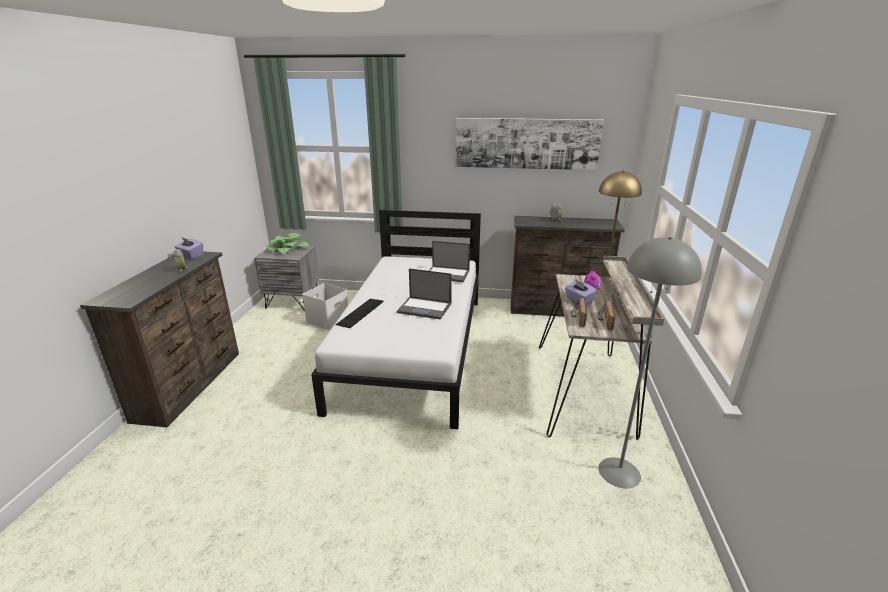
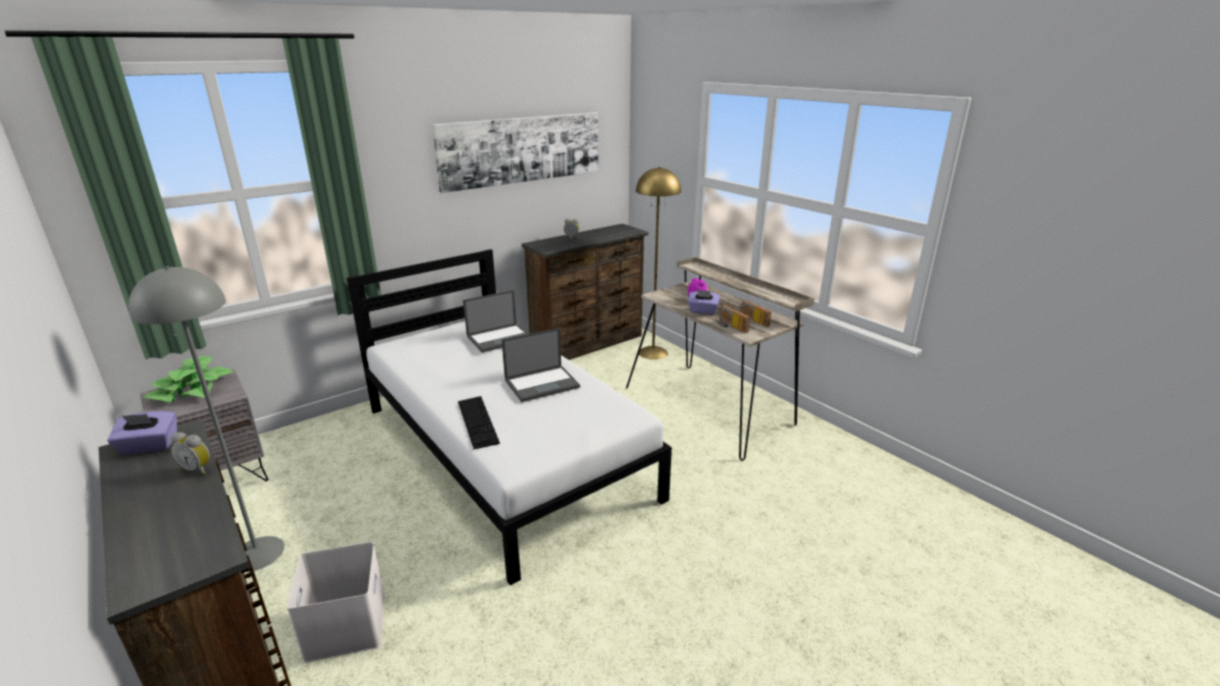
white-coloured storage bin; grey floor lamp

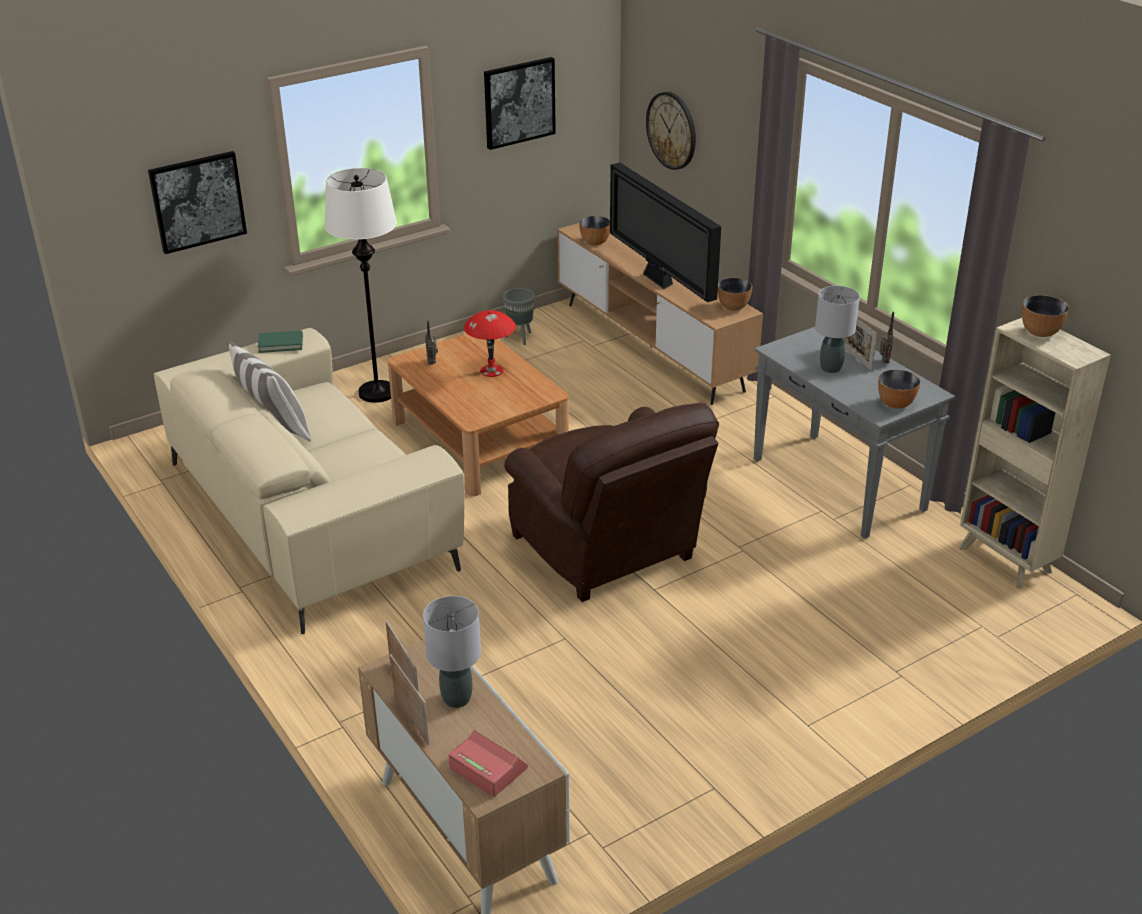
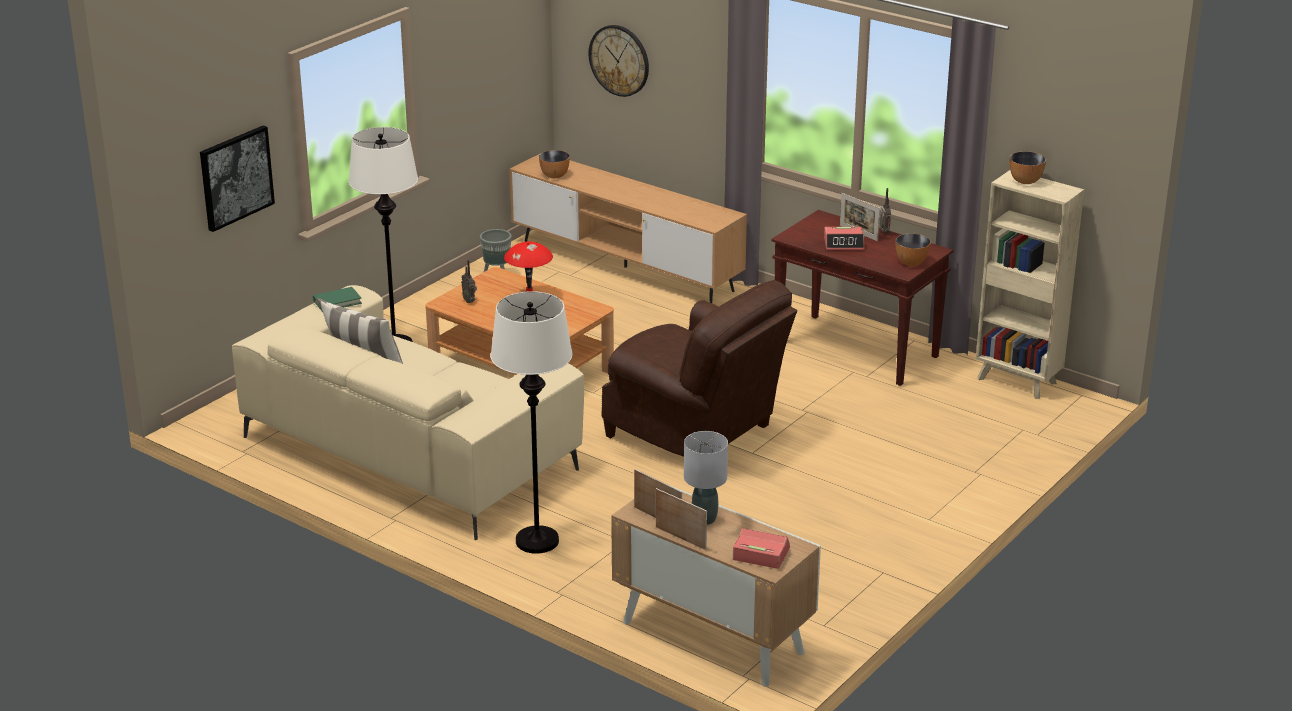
wall art (2nd from left in the first image); TV; deep dish (2nd from left in the first image); white-coloured floor lamp (2nd from left); alarm clock (2nd from left); brownish hall table

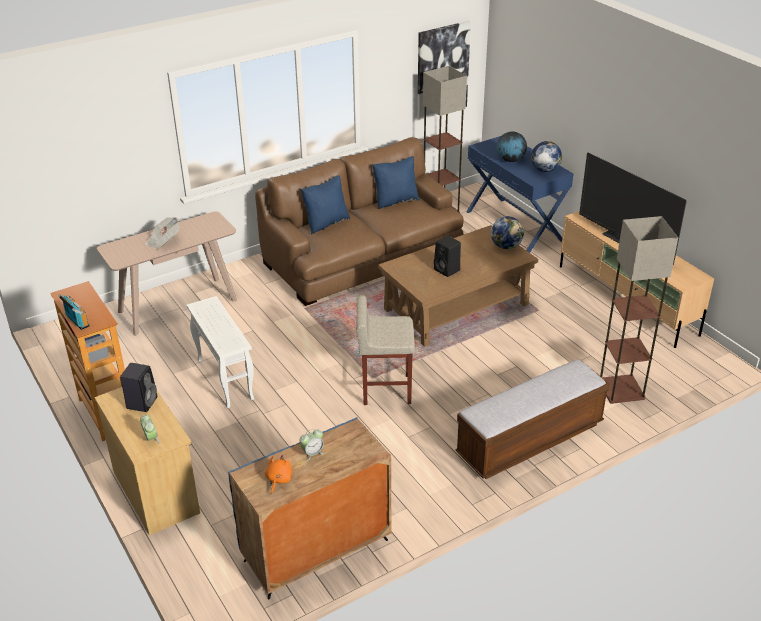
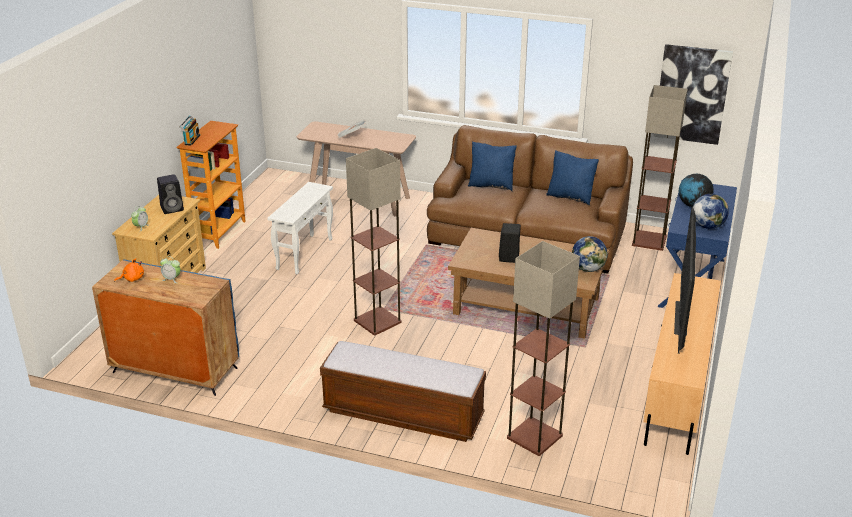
floor lamp (1st from left)

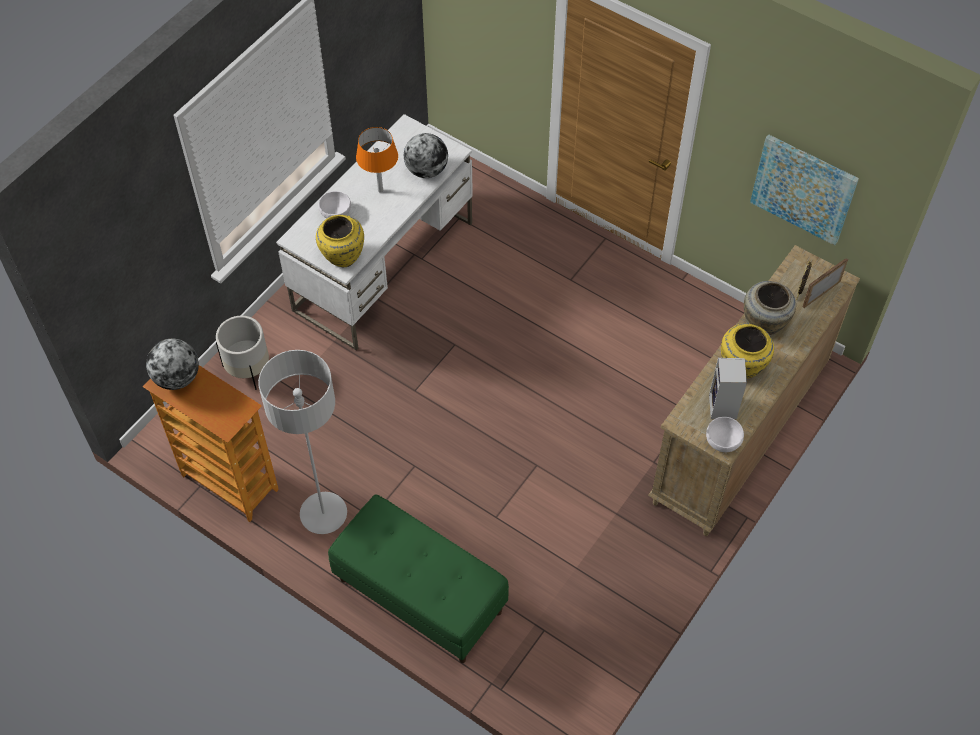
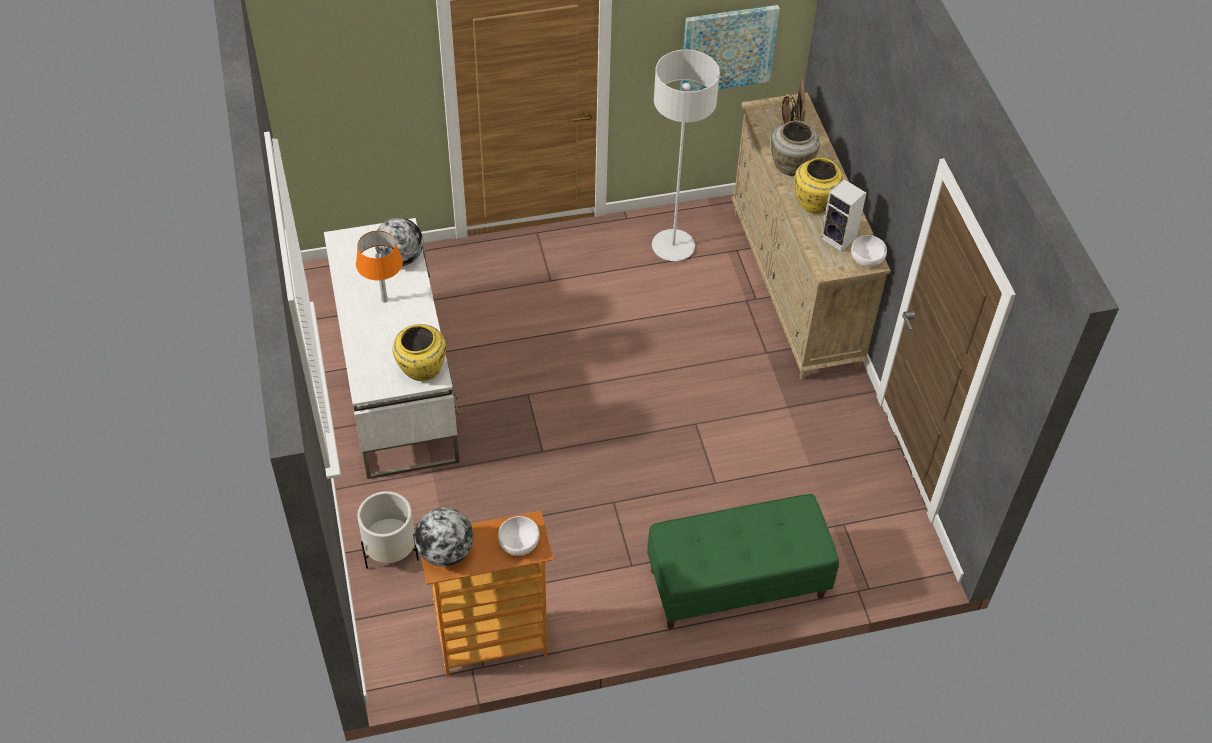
grey floor lamp; white-coloured deep dish (1st from left)

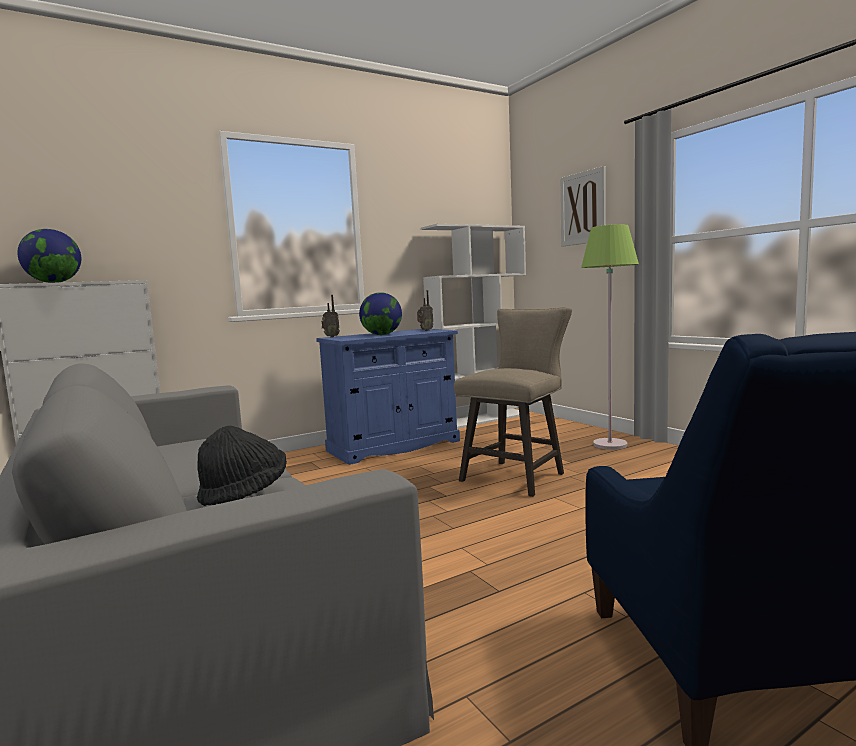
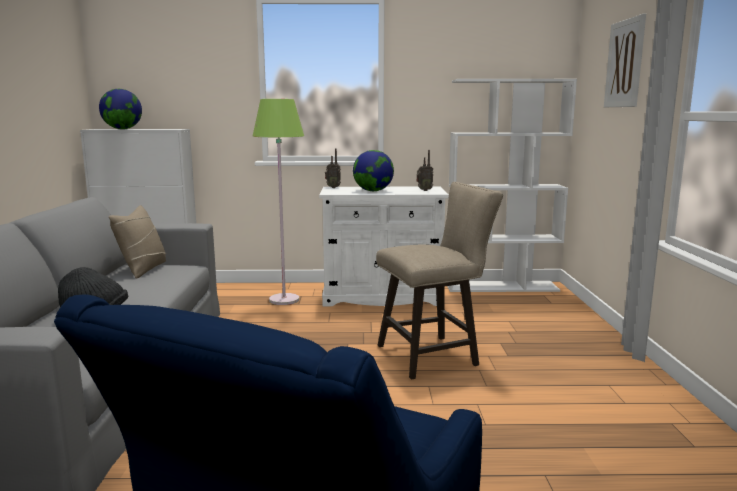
sand-coloured pillow; green-coloured floor lamp; white-coloured cupboard (2nd from left)

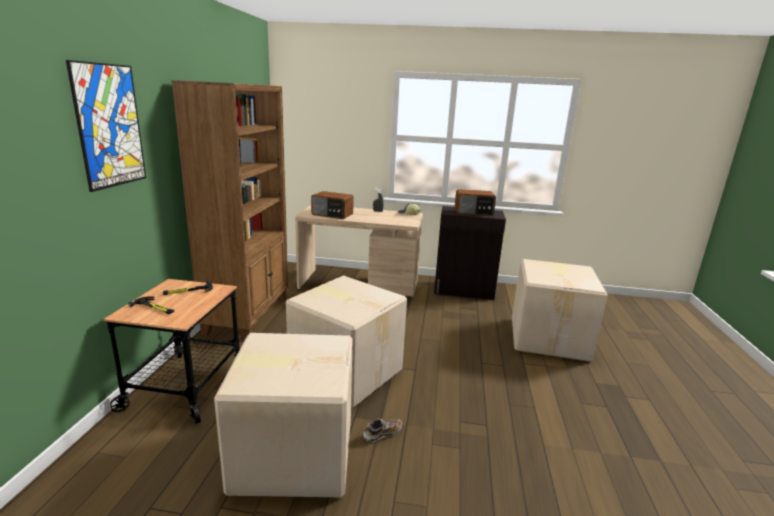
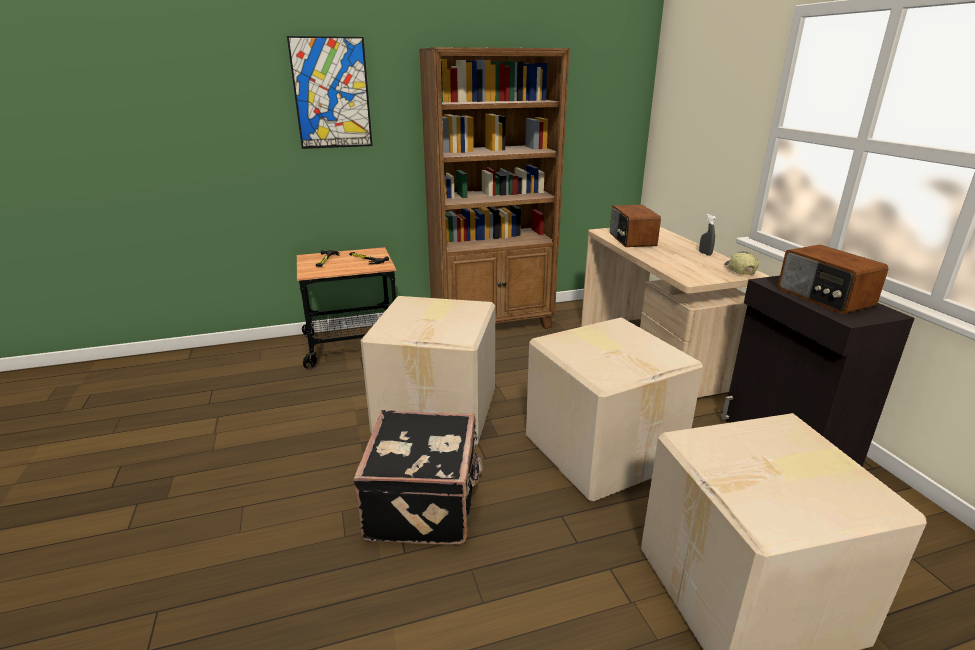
item of footwear; black-coloured suitcase; cardboard box (2nd from left)

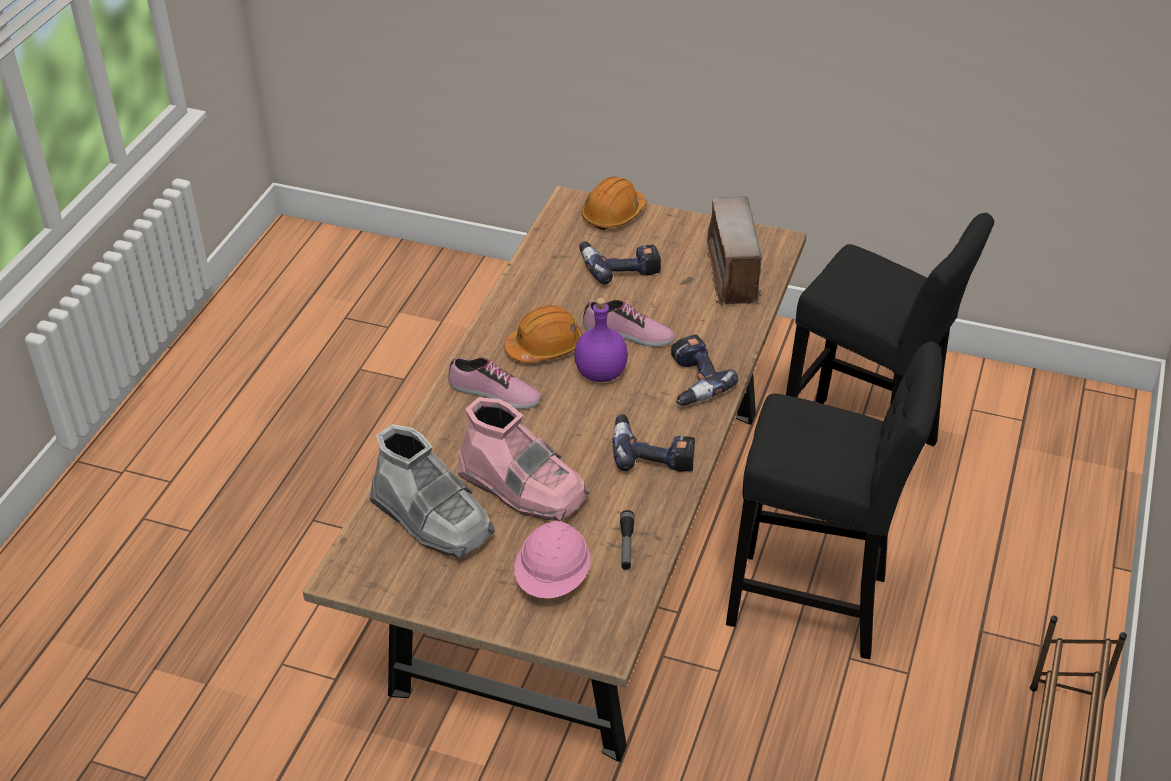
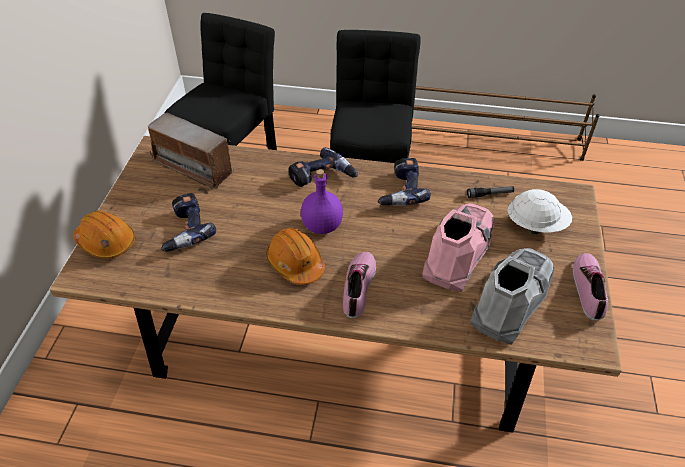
item of footwear (2nd from left); white-coloured safety helmet; radio receiver

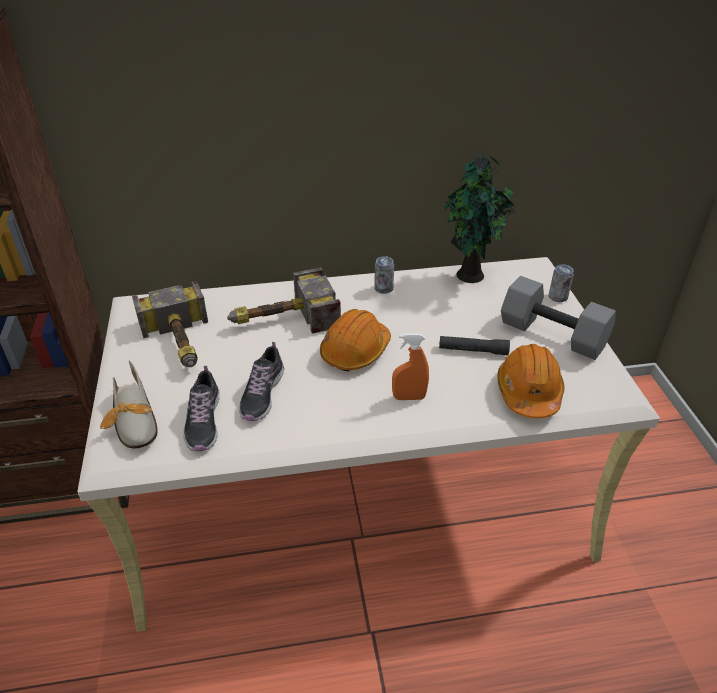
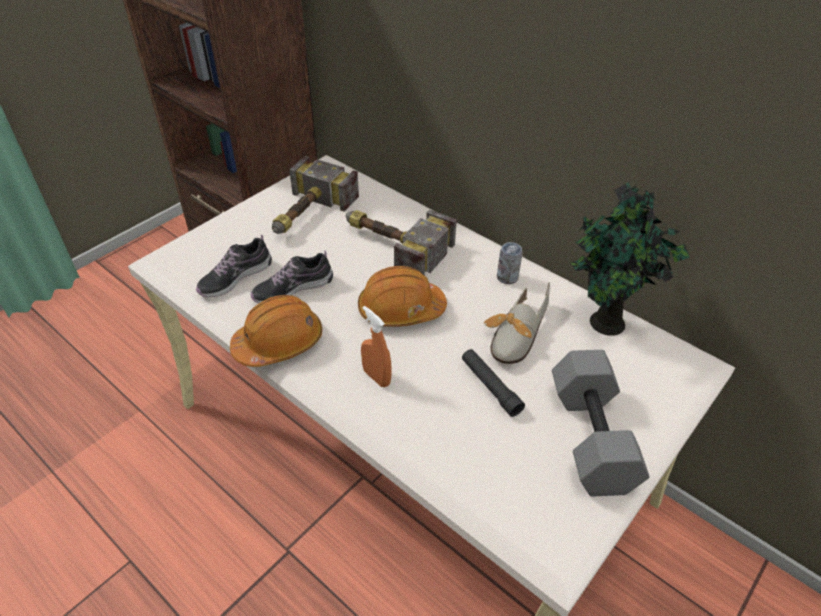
sealed can (2nd from left in the first image); item of footwear (3rd from left); orange-coloured safety helmet (1st from left)

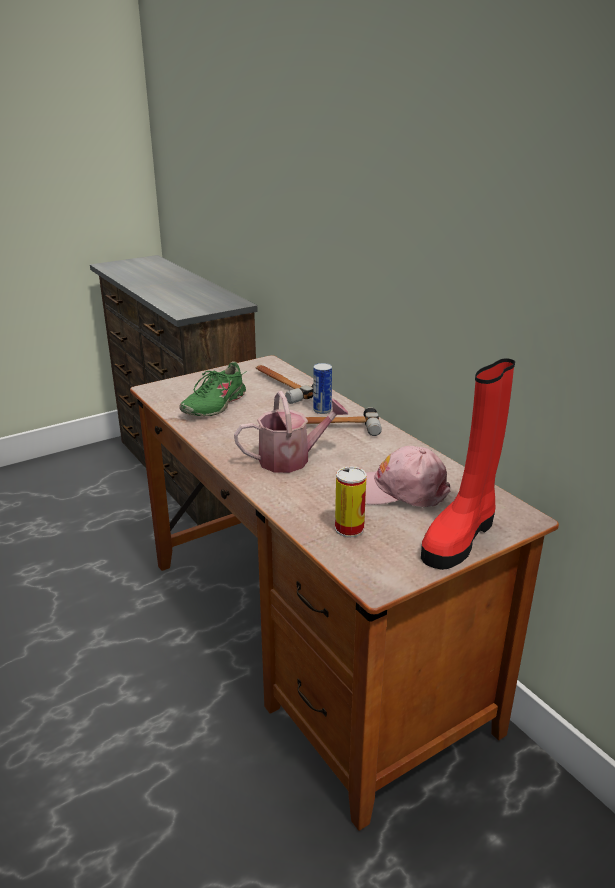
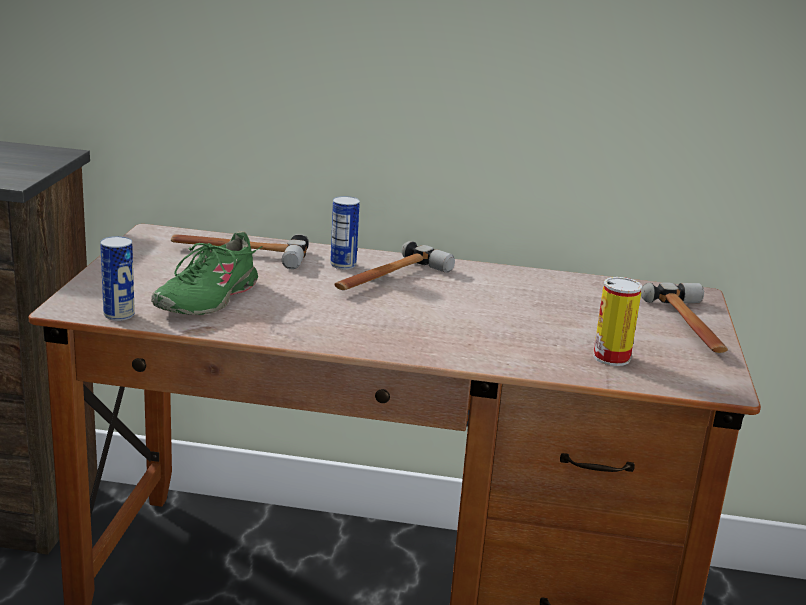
watering pot; pink-coloured peaked cap; sealed can (1st from left); hammer (3rd from left); green-coloured item of footwear

